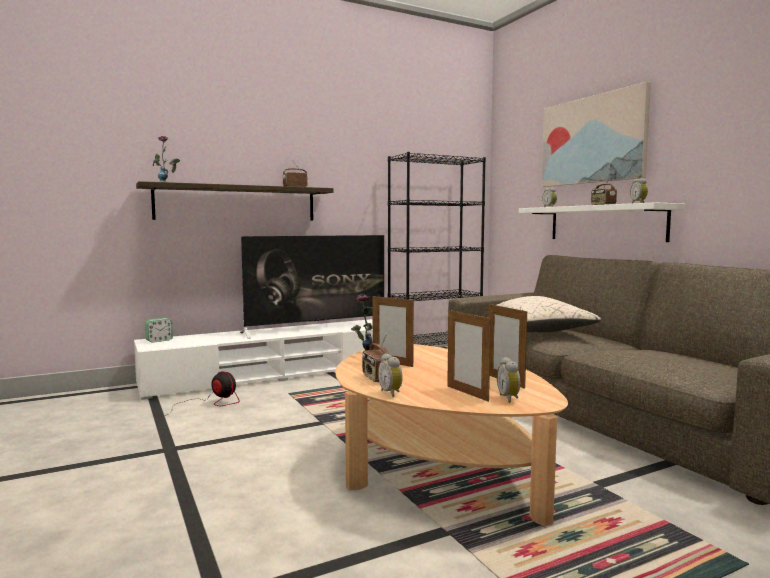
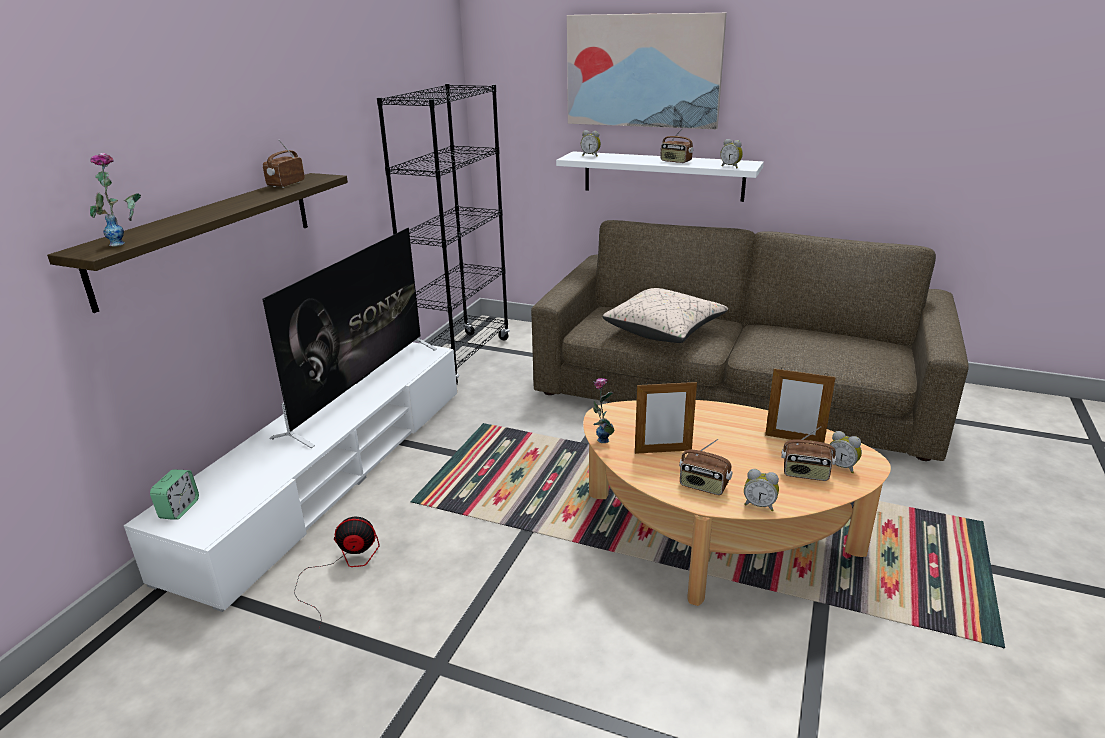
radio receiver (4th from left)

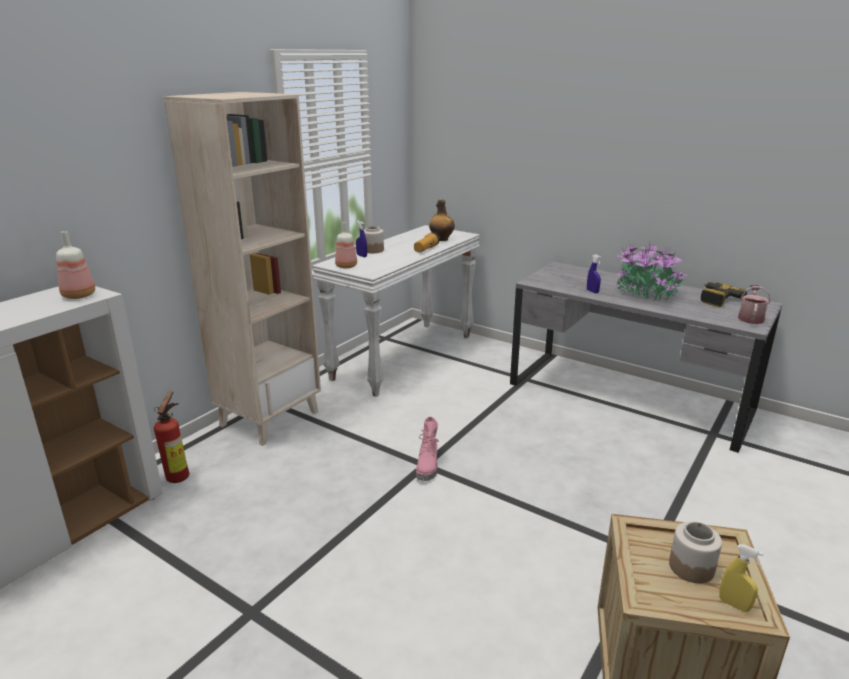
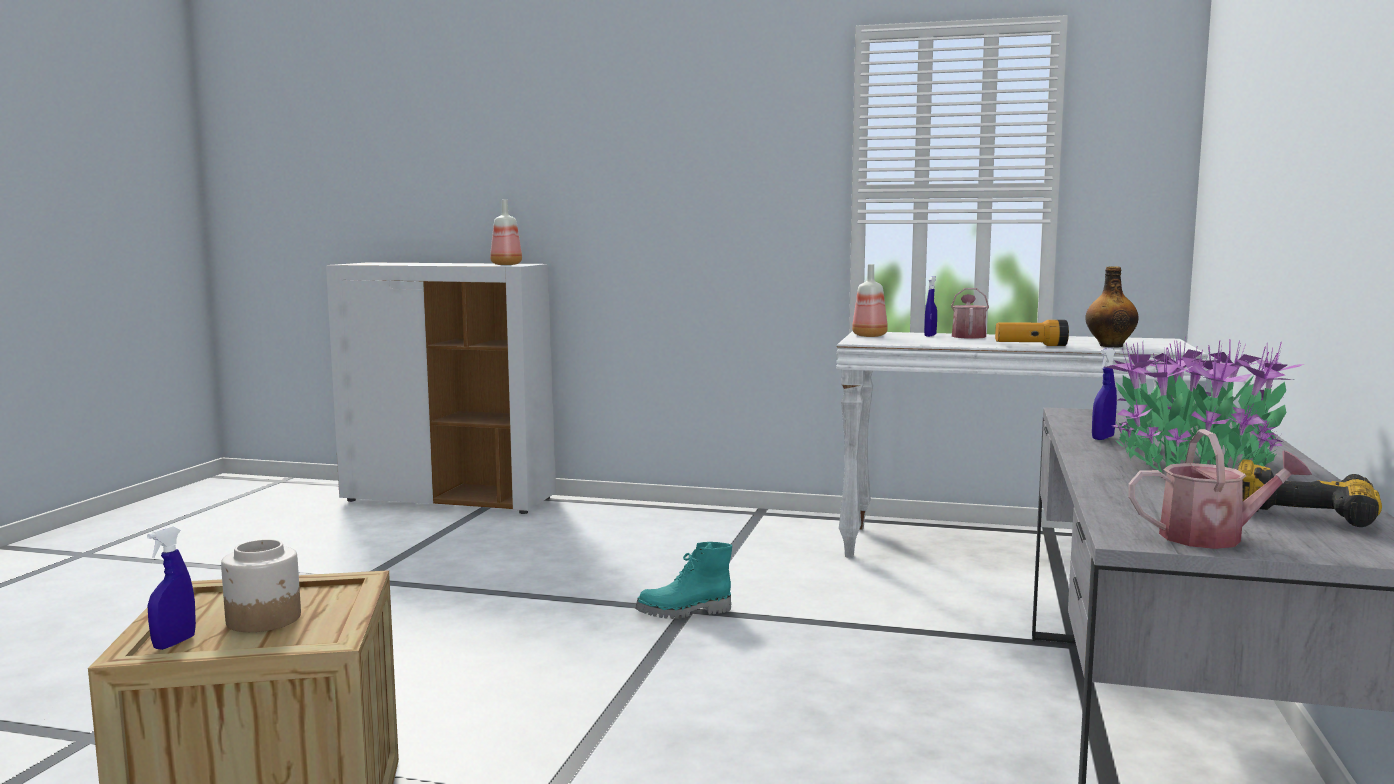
extinguisher; sand-coloured shelving unit; watering pot (1st from left); turquoise boot; blue sprayer (1st from left)

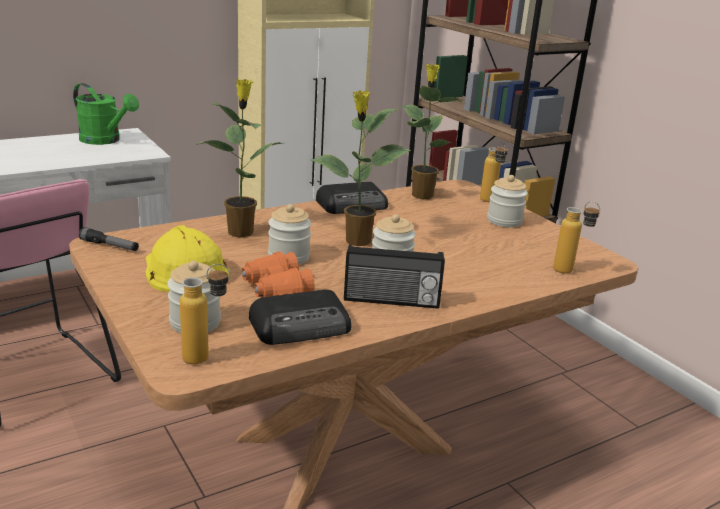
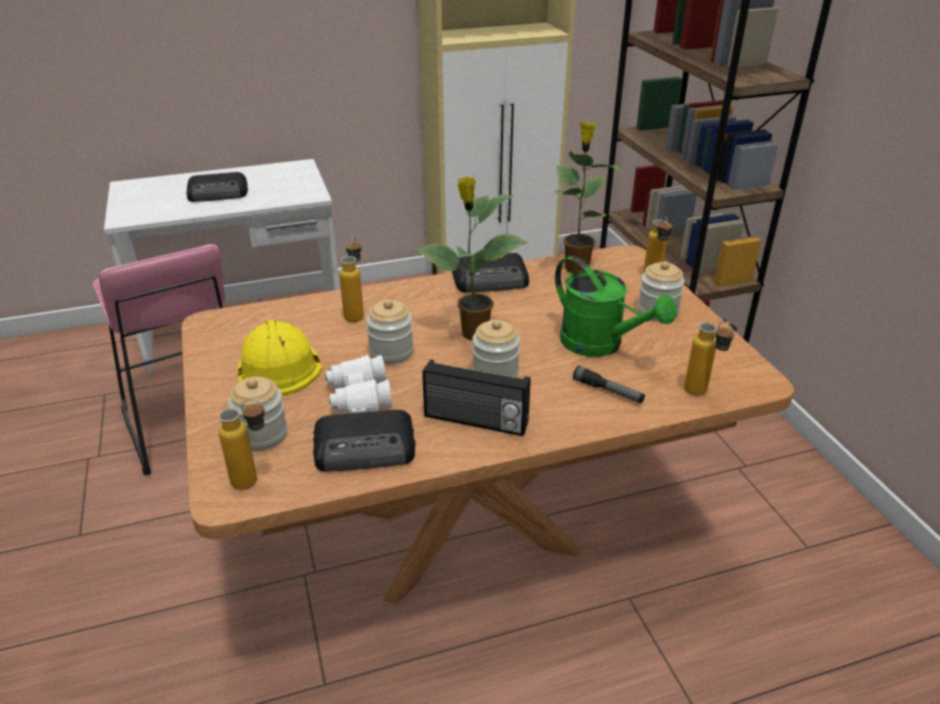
radio receiver (1st from left); green-coloured watering pot; hand torch; bottle (2nd from left); white-coloured pair of binoculars

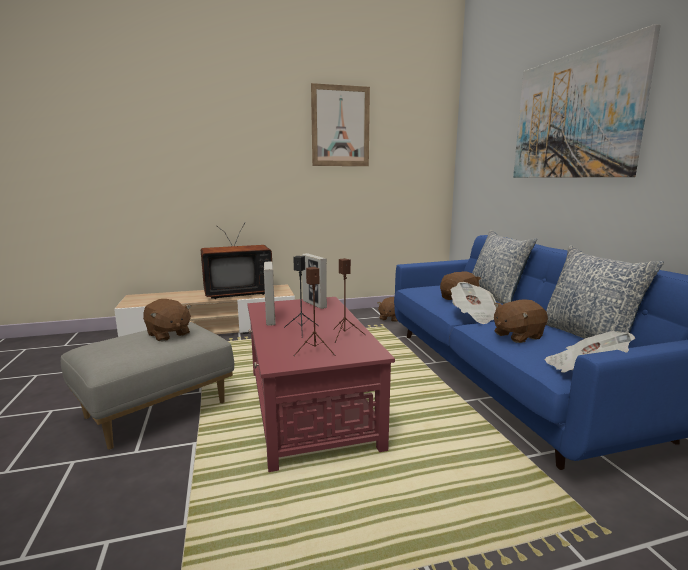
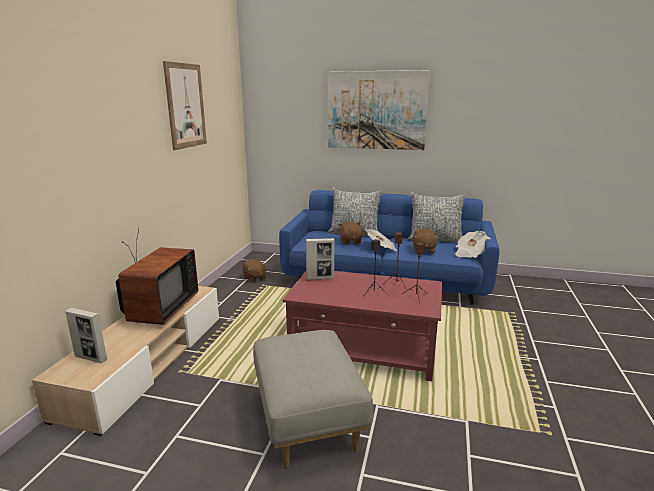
brownish soft toy (1st from left in the first image); standing frame (1st from left)

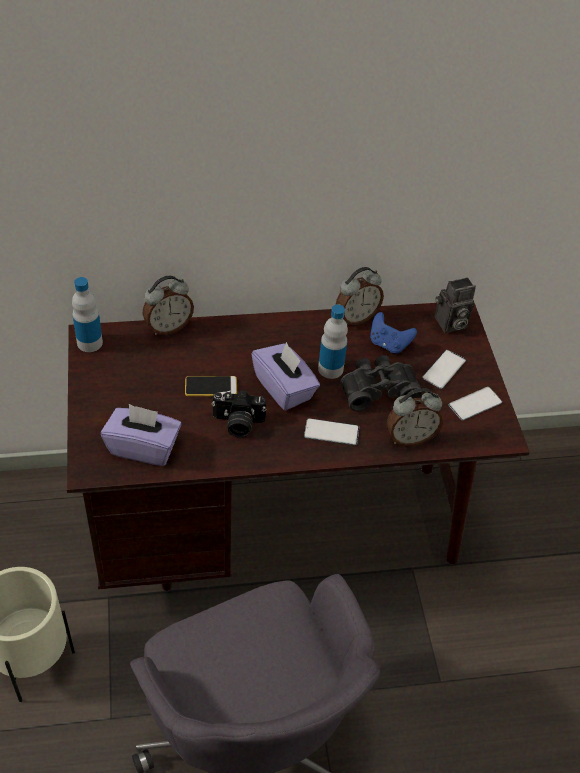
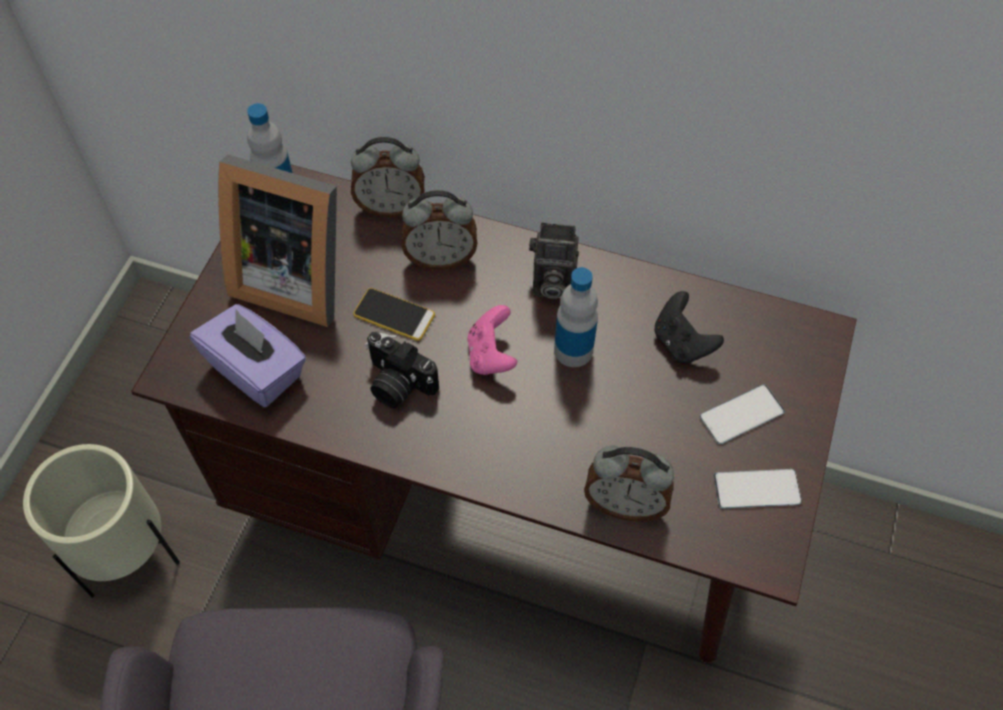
phone (2nd from left in the first image); black-coloured pair of binoculars; standing frame; alarm clock (2nd from left); photo camera (2nd from left); pink-coloured gamepad; black-coloured gamepad

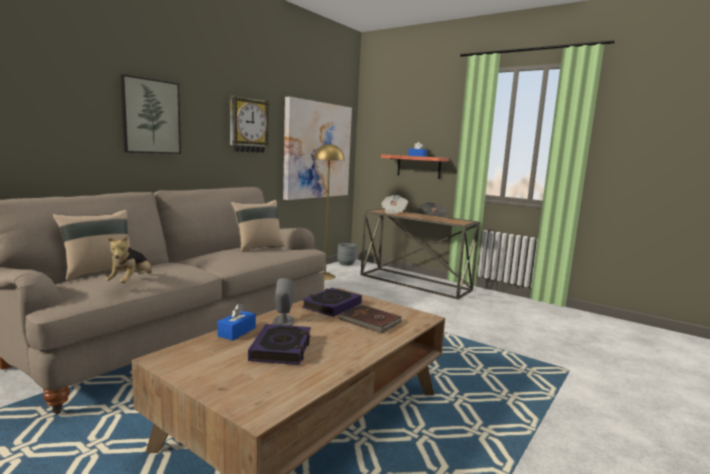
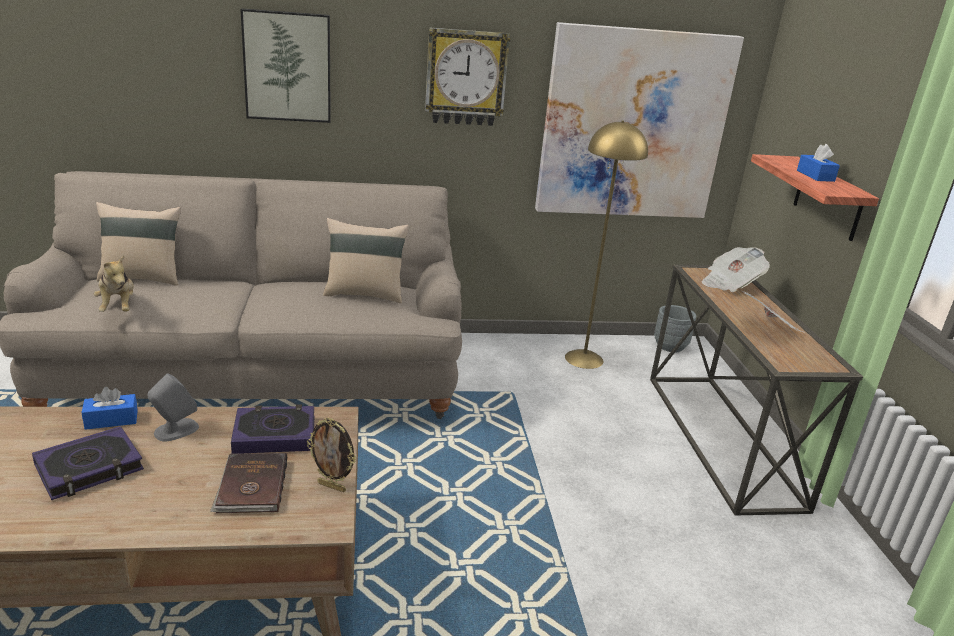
standing frame; soft toy

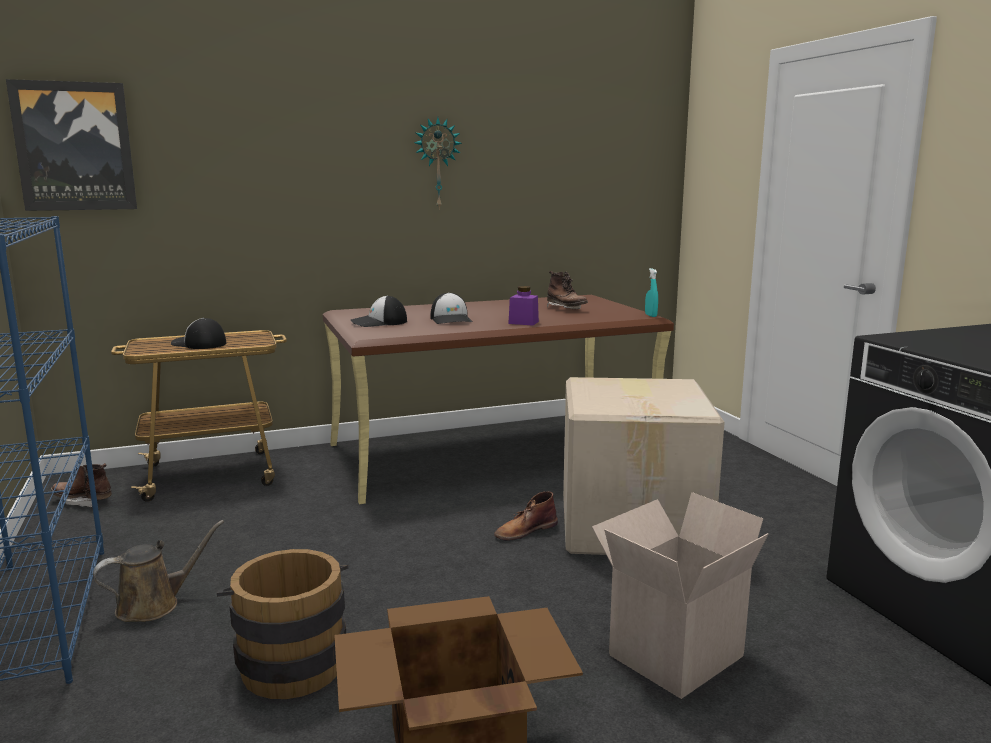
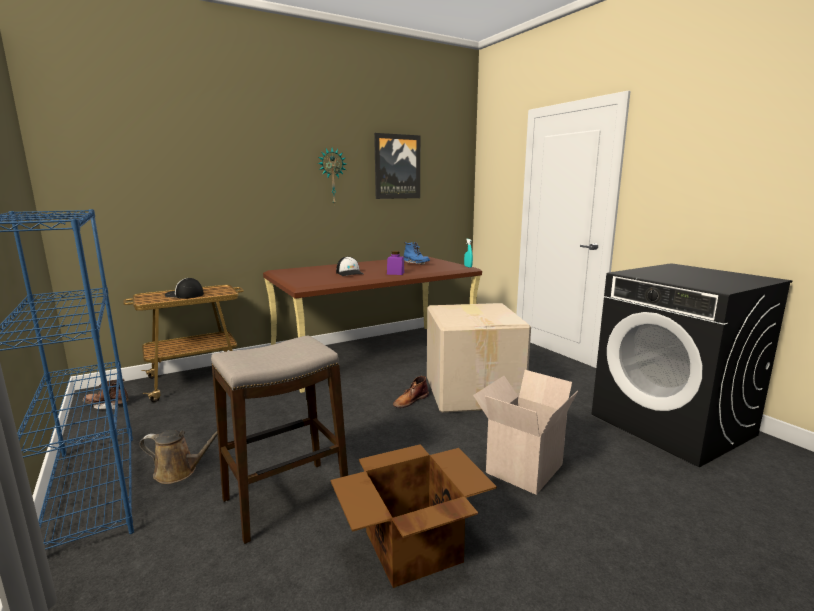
peaked cap (2nd from left in the first image); wall art; stool; blue boot; brownish watering pot

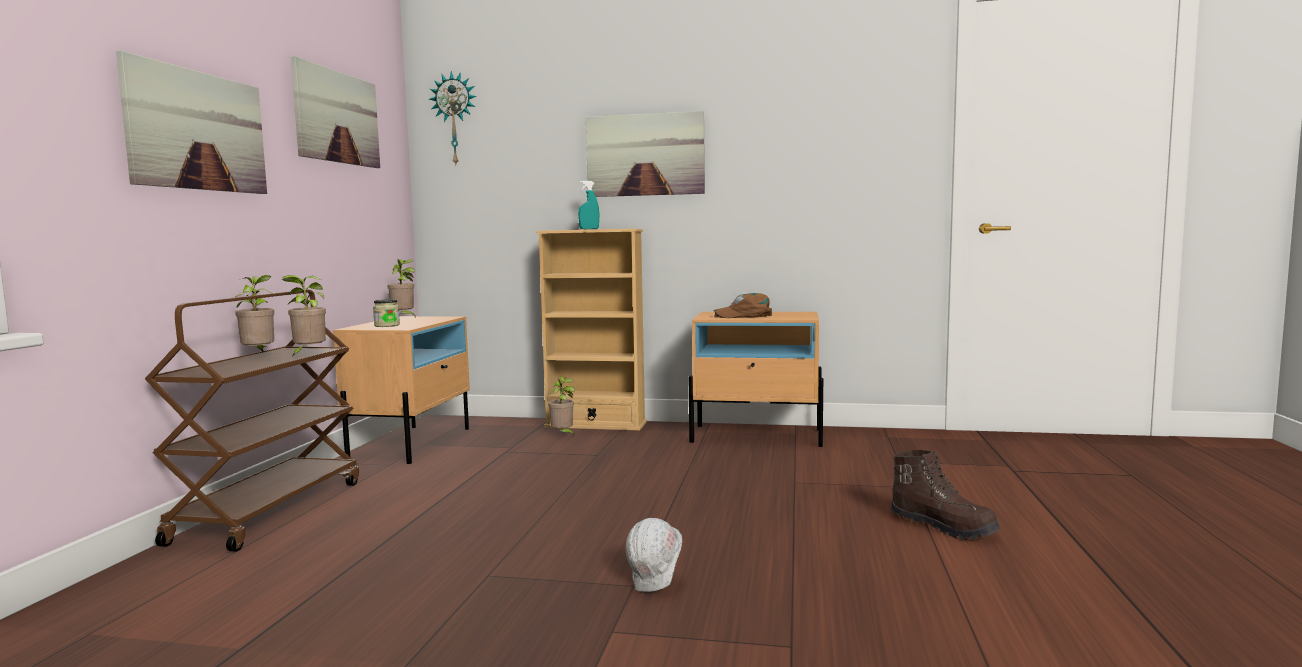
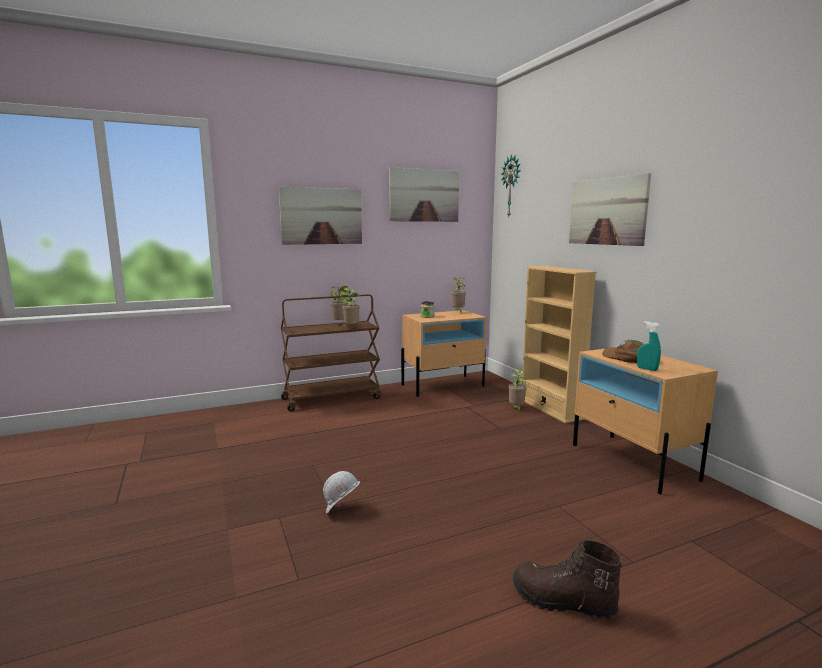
turquoise sprayer; brownish boot

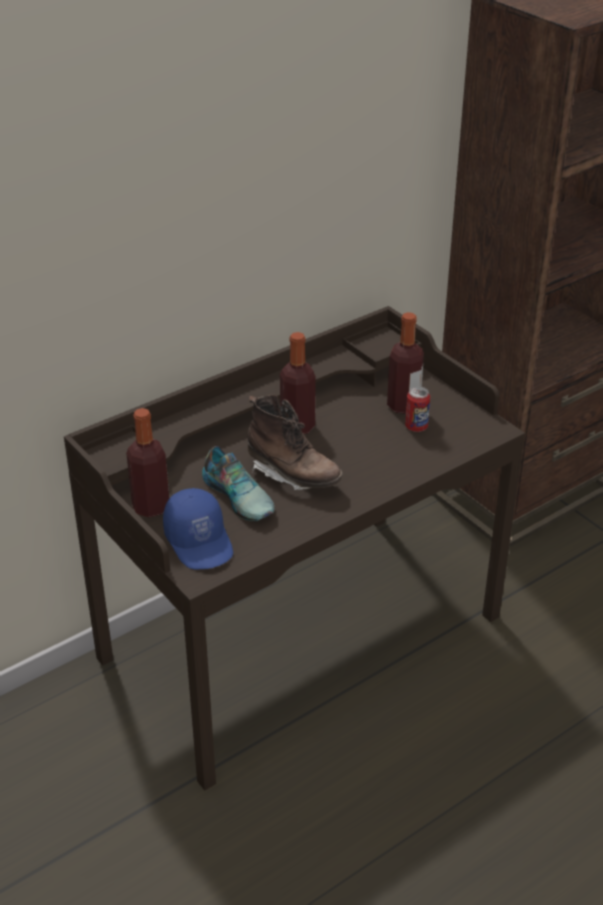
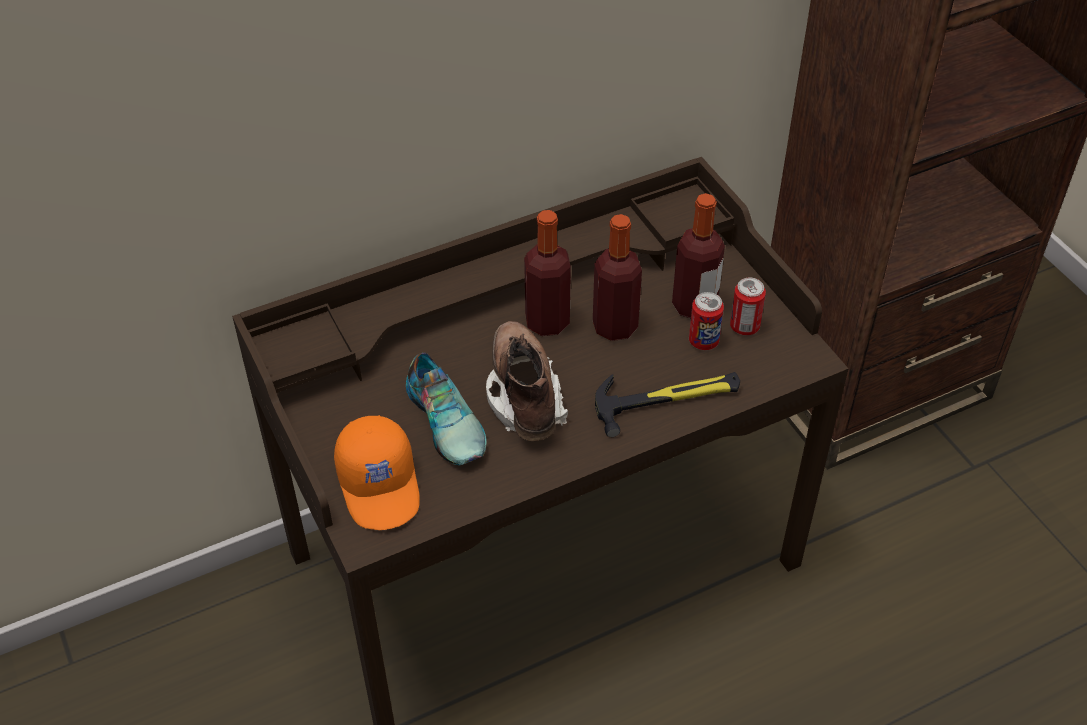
hammer; sealed can (2nd from left); bottle (2nd from left); orange-coloured peaked cap; brownish boot

